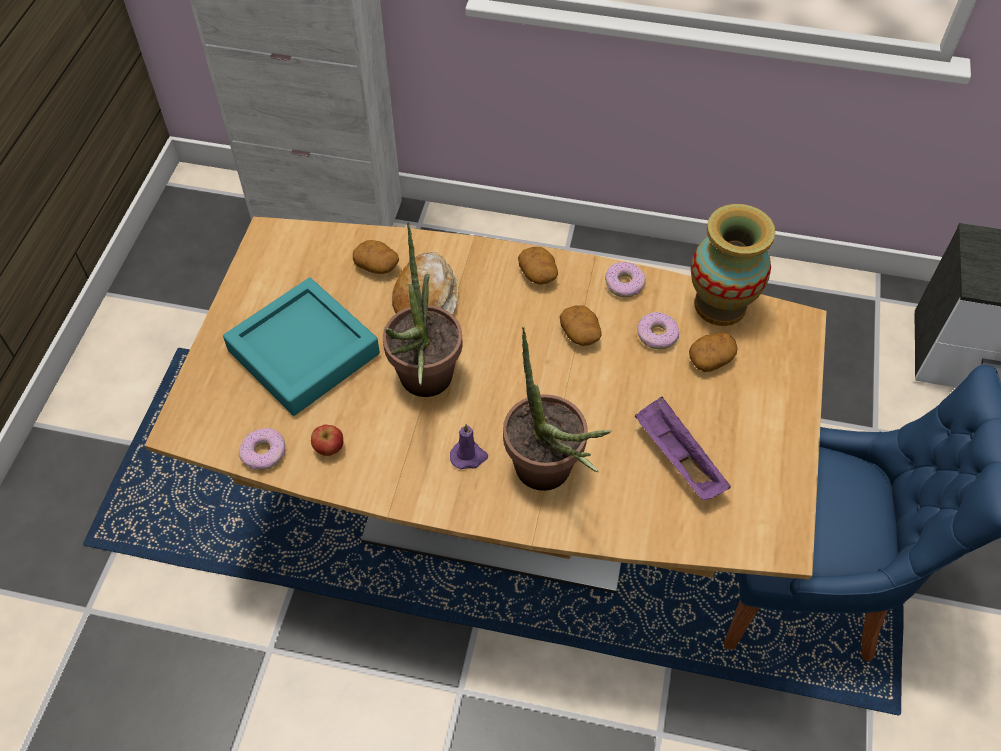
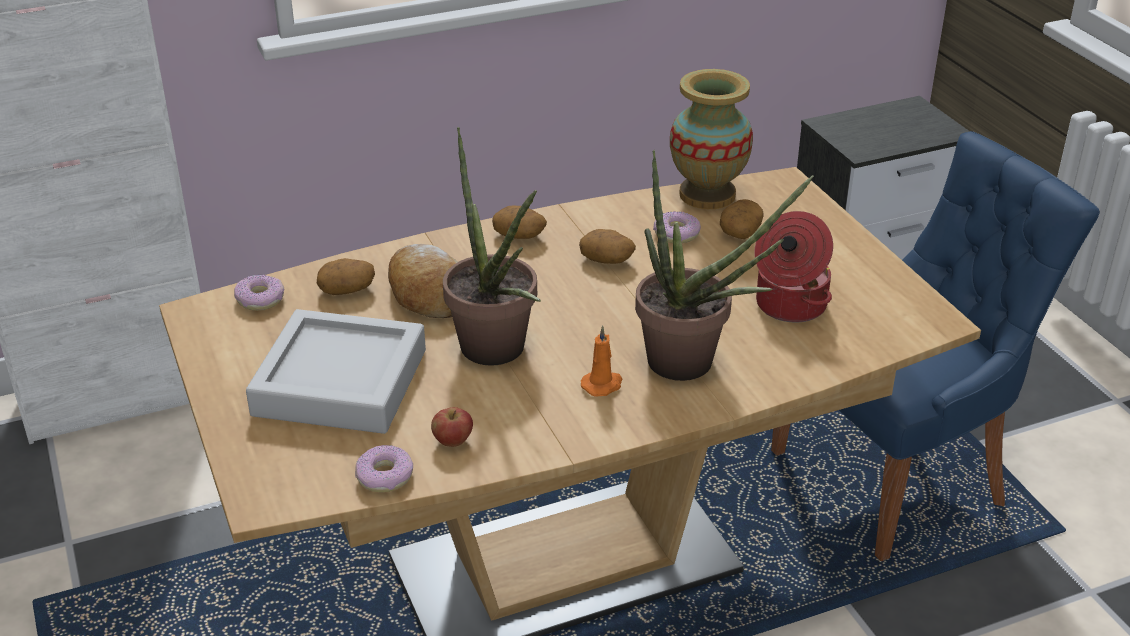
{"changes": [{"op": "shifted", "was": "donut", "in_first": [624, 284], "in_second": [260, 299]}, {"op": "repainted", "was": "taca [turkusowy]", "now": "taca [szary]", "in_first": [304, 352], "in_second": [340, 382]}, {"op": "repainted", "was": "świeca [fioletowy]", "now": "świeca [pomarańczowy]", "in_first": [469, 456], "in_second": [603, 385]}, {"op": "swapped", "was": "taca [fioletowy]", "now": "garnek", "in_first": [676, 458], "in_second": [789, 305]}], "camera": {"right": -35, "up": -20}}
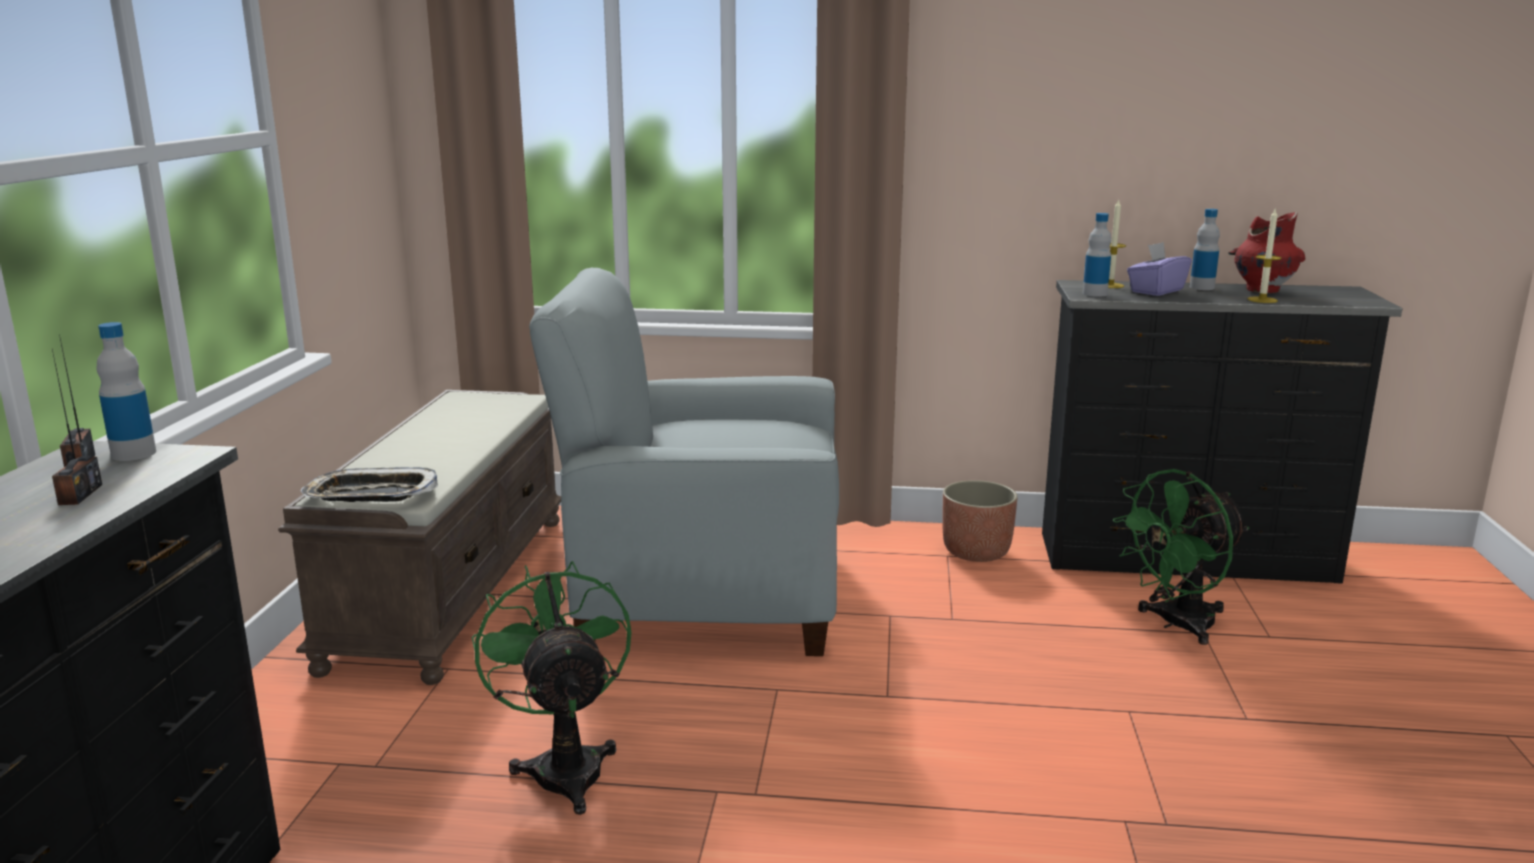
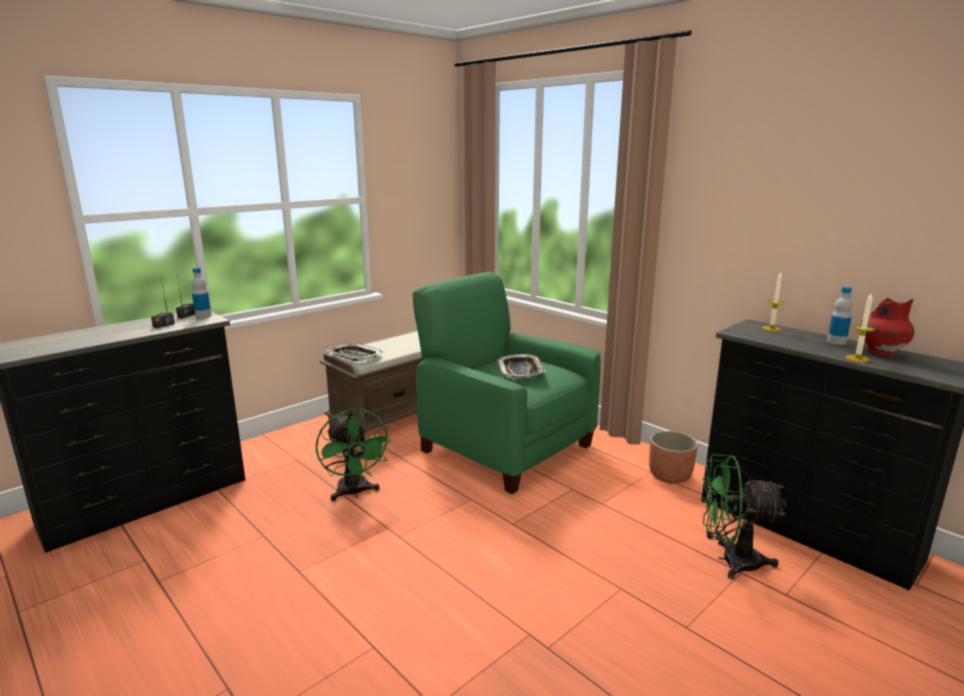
{"changes": [{"op": "rotated", "was": "wentylator [zielony]", "in_first": [565, 766], "in_second": [354, 492], "clockwise": 135}, {"op": "repainted", "was": "fotel [szary]", "now": "fotel [zielony]", "in_first": [704, 594], "in_second": [504, 447]}, {"op": "new", "now": "taca", "in_second": [521, 371]}, {"op": "gone", "was": "butelka", "in_first": [1094, 294]}, {"op": "gone", "was": "pudełko chusteczek [fioletowy]", "in_first": [1156, 291]}], "camera": {"right": 40, "up": 0}}
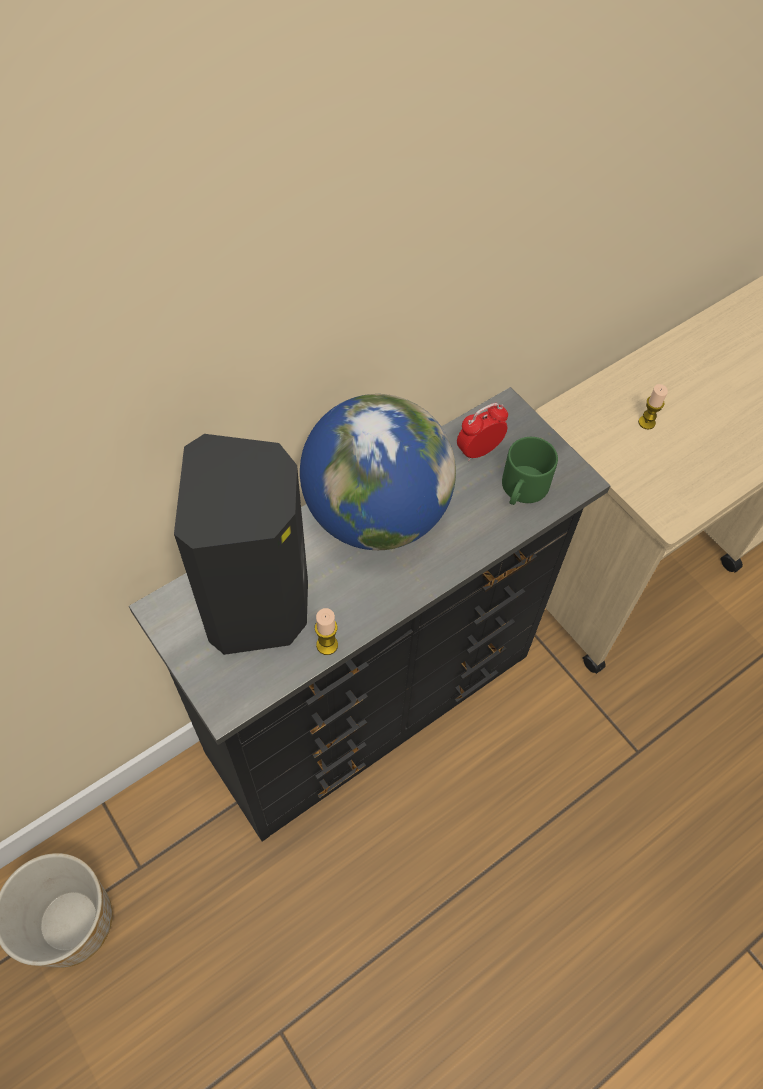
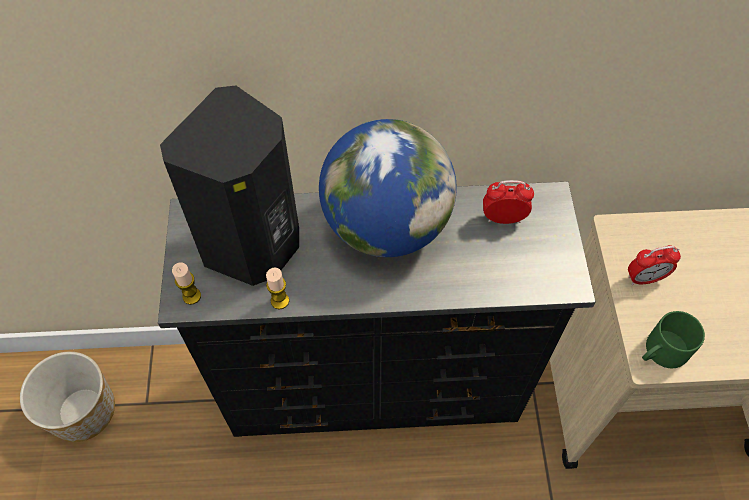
{"changes": [{"op": "shifted", "was": "świeca", "in_first": [646, 422], "in_second": [191, 296]}, {"op": "new", "now": "budzik", "in_second": [644, 278]}, {"op": "shifted", "was": "kubek [zielony]", "in_first": [523, 490], "in_second": [661, 353]}], "camera": {"right": 35, "up": 0}}
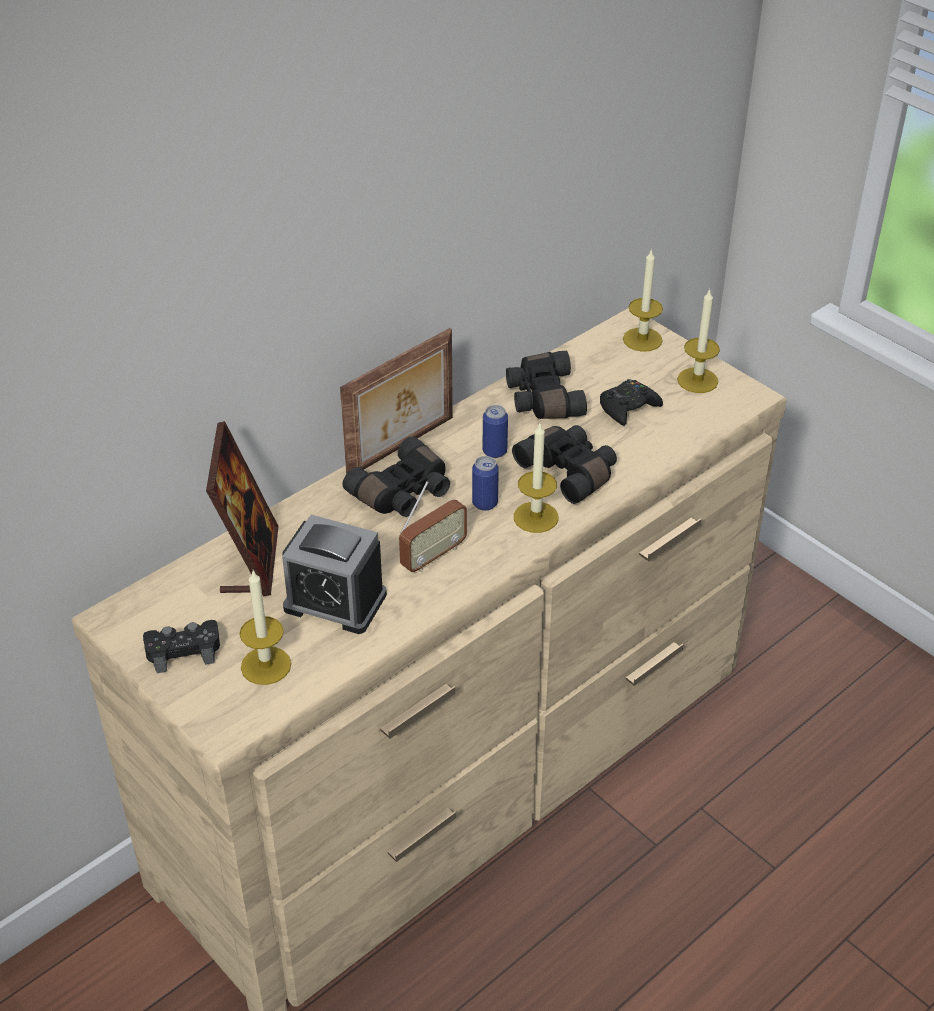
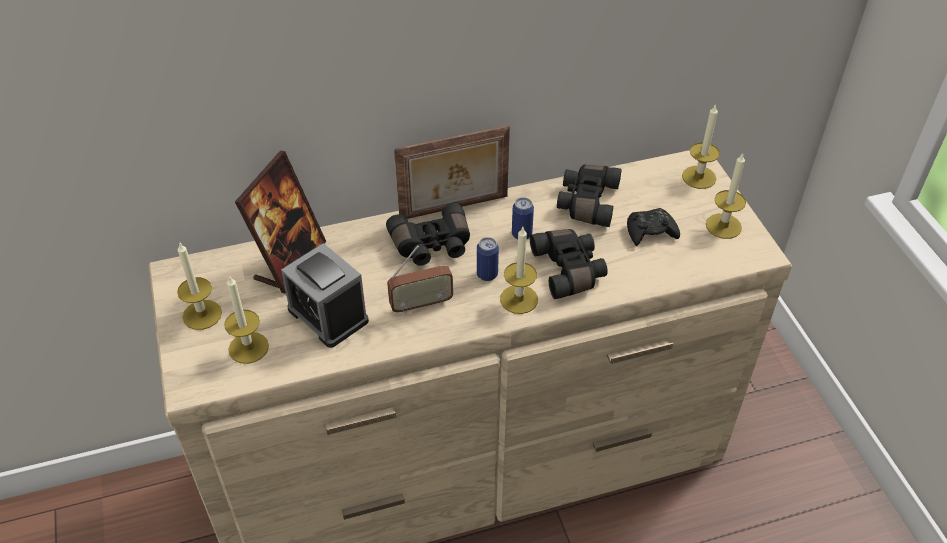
{"changes": [{"op": "swapped", "was": "pad do gier [czarny]", "now": "świeca", "in_first": [183, 650], "in_second": [202, 315]}], "camera": {"right": 25, "up": 5}}
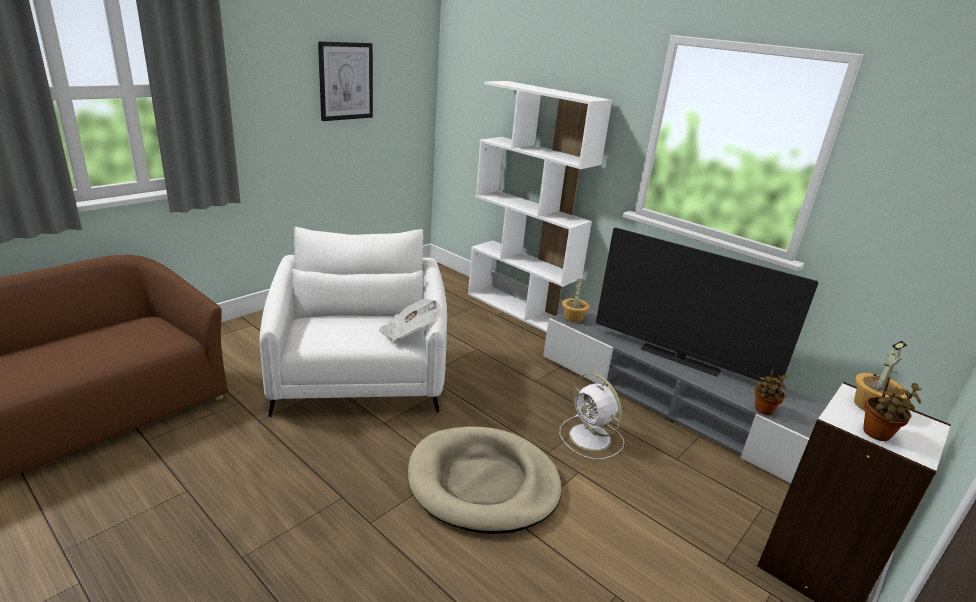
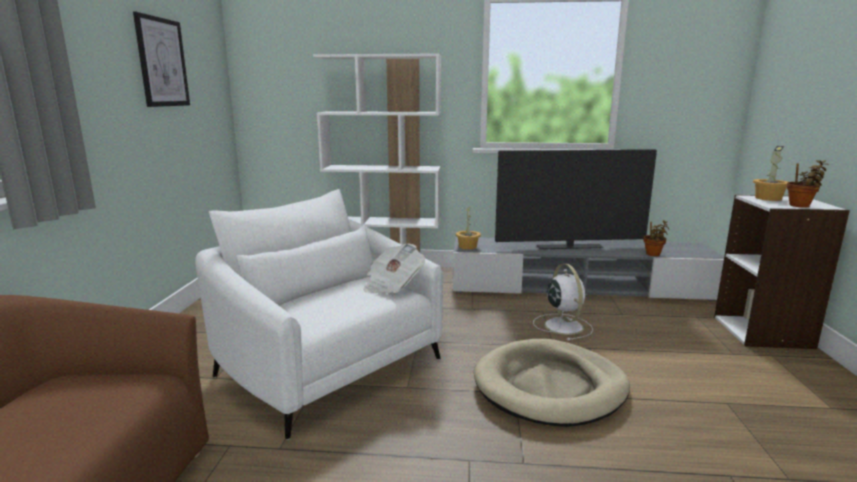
{"changes": [{"op": "rotated", "was": "wentylator [biały]", "in_first": [591, 438], "in_second": [562, 325], "clockwise": -120}], "camera": {"right": -35, "up": -10}}
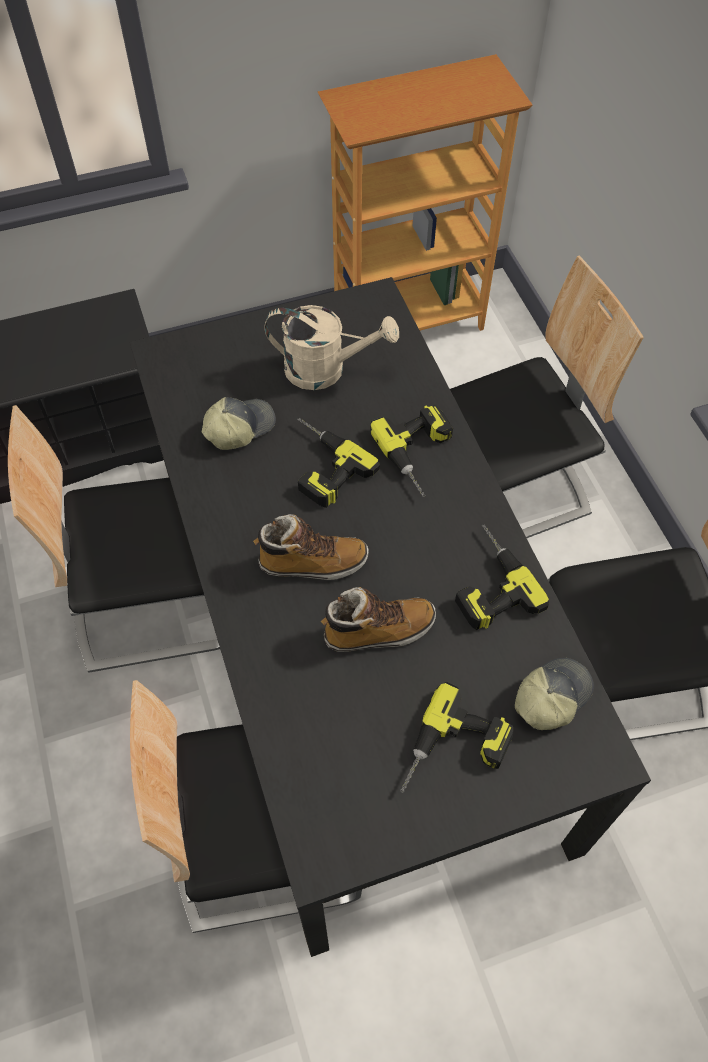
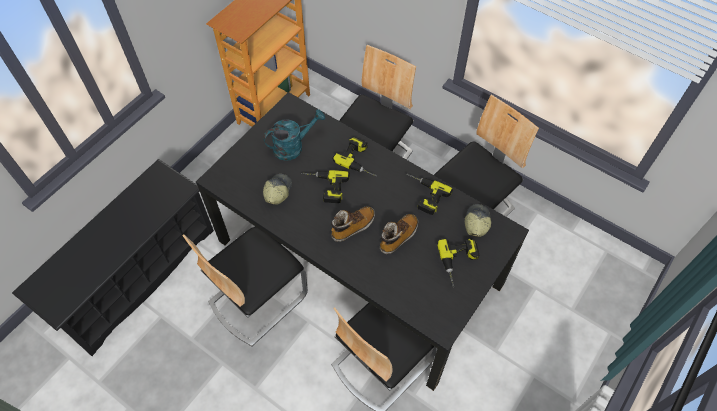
{"changes": [{"op": "repainted", "was": "konewka [beżowy]", "now": "konewka [turkusowy]", "in_first": [326, 369], "in_second": [293, 146]}], "camera": {"right": -35, "up": 0}}
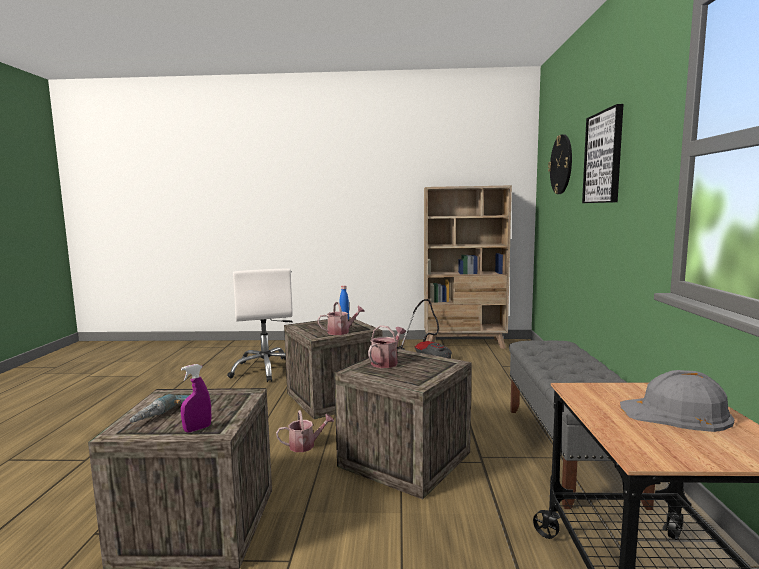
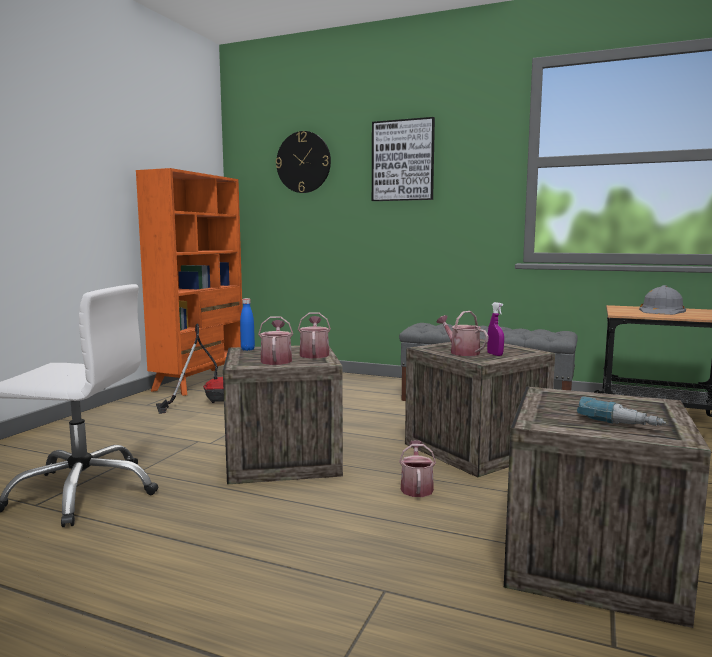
{"changes": [{"op": "repainted", "was": "regał [beżowy]", "now": "regał [pomarańczowy]", "in_first": [465, 344], "in_second": [200, 381]}, {"op": "new", "now": "konewka", "in_second": [276, 360]}, {"op": "shifted", "was": "spryskiwacz [fioletowy]", "in_first": [197, 429], "in_second": [495, 354]}], "camera": {"right": -70, "up": 0}}
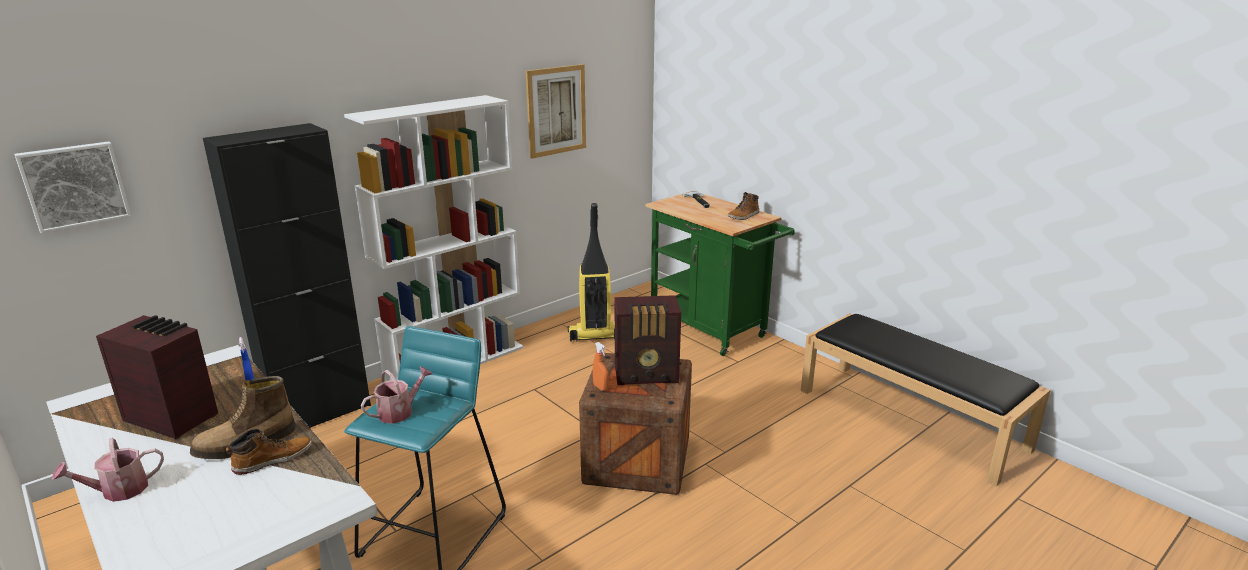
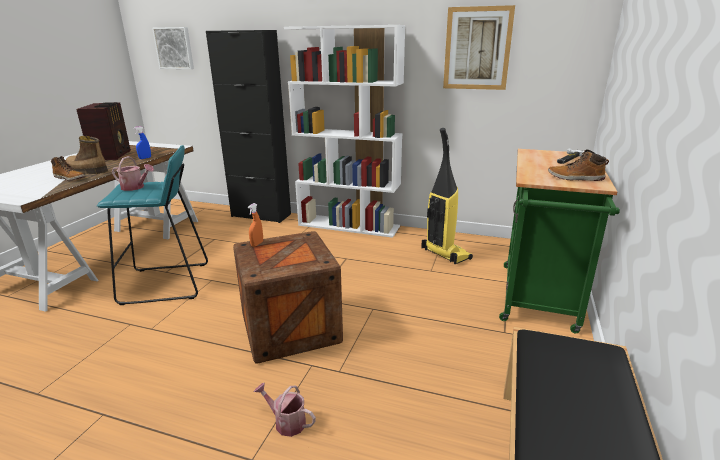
{"changes": [{"op": "shifted", "was": "konewka", "in_first": [118, 491], "in_second": [286, 422]}, {"op": "gone", "was": "radio", "in_first": [647, 375]}], "camera": {"right": 60, "up": 0}}
